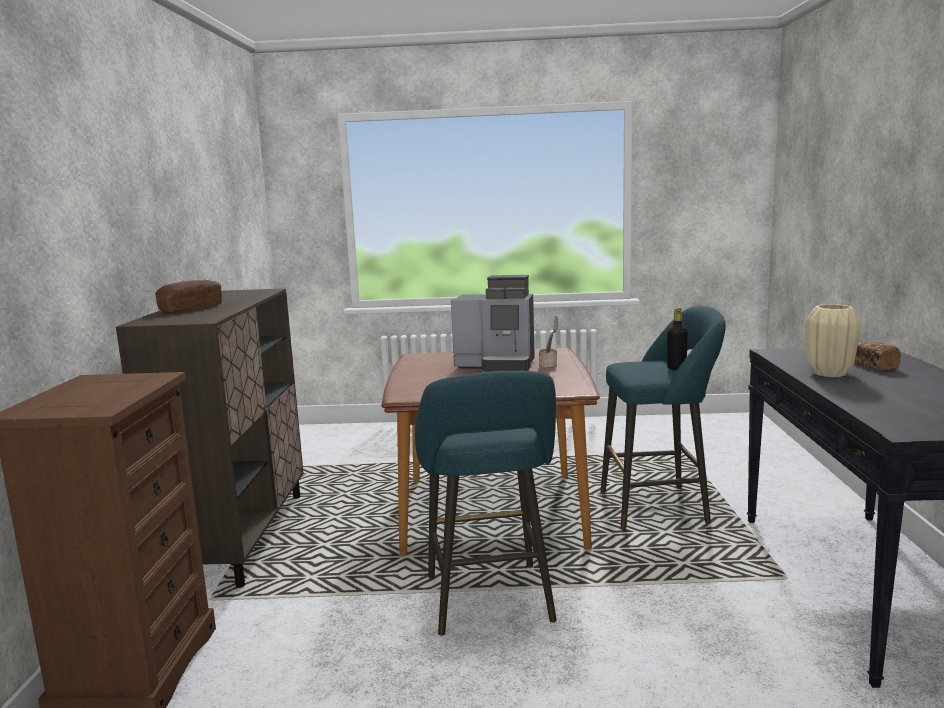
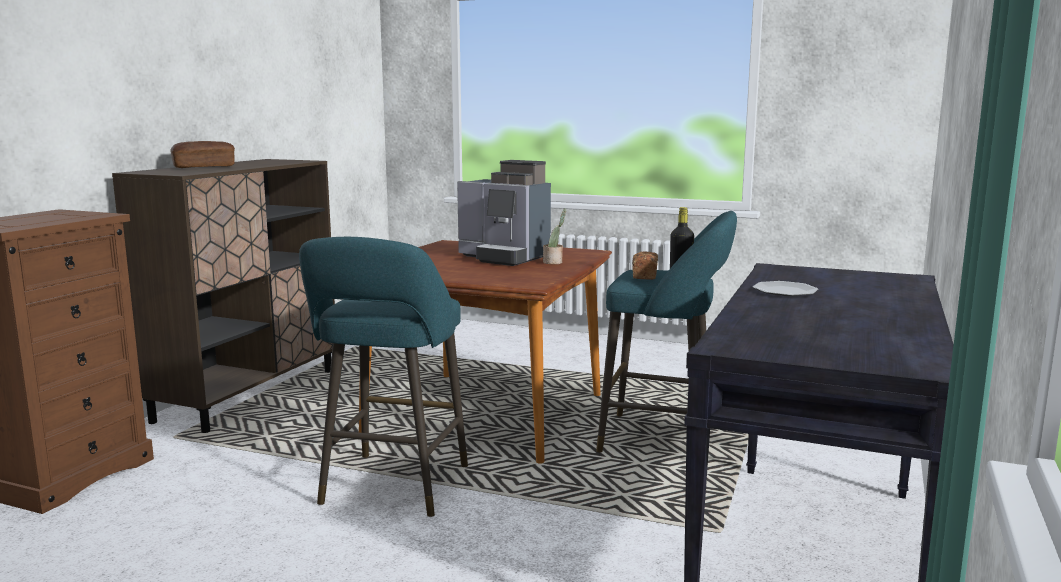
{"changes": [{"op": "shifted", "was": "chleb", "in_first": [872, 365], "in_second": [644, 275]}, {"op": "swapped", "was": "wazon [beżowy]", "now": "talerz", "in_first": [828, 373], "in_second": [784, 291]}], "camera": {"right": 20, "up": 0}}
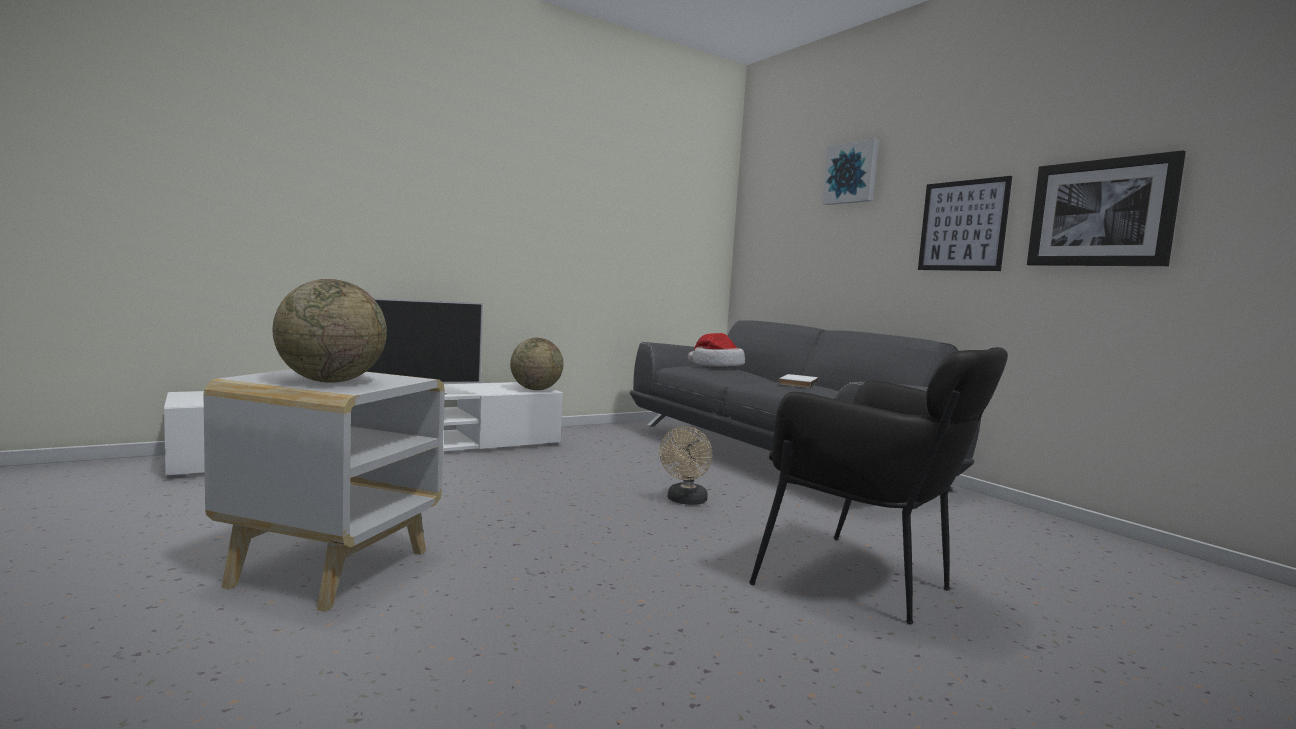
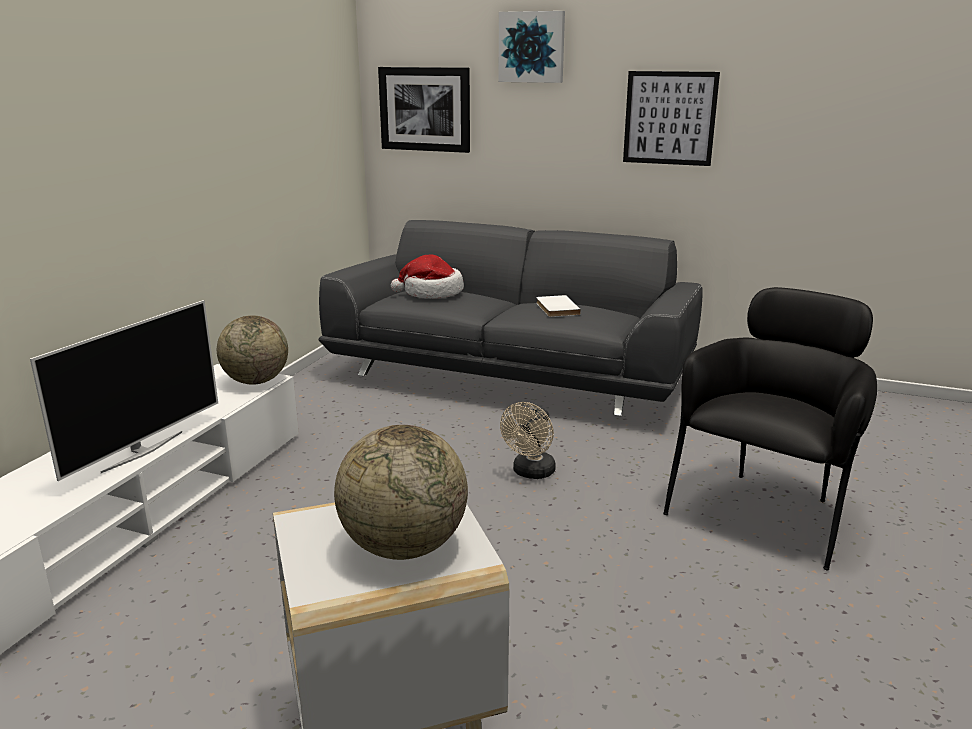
{"changes": [{"op": "shifted", "was": "obraz", "in_first": [1101, 213], "in_second": [425, 109]}, {"op": "rotated", "was": "wentylator [beżowy]", "in_first": [685, 501], "in_second": [531, 473], "clockwise": 45}, {"op": "rotated", "was": "fotel [czarny]", "in_first": [867, 584], "in_second": [764, 510], "clockwise": -60}], "camera": {"right": -35, "up": 15}}
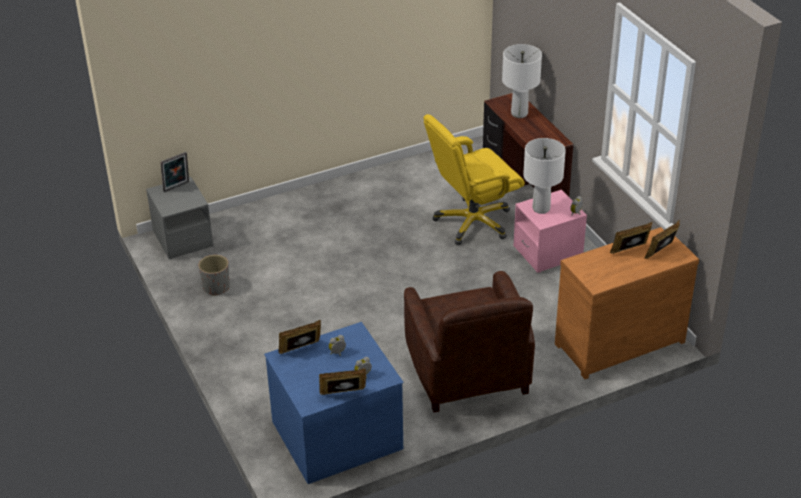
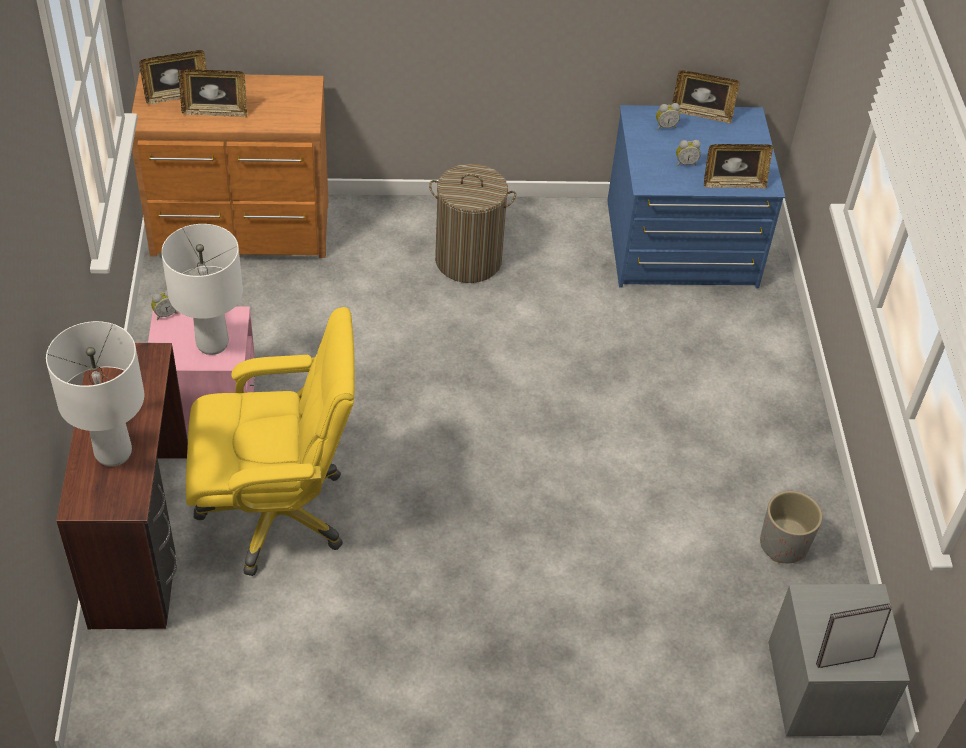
{"changes": [{"op": "swapped", "was": "fotel [brązowy]", "now": "kosz na pranie", "in_first": [468, 373], "in_second": [468, 260]}], "camera": {"right": -160, "up": 10}}
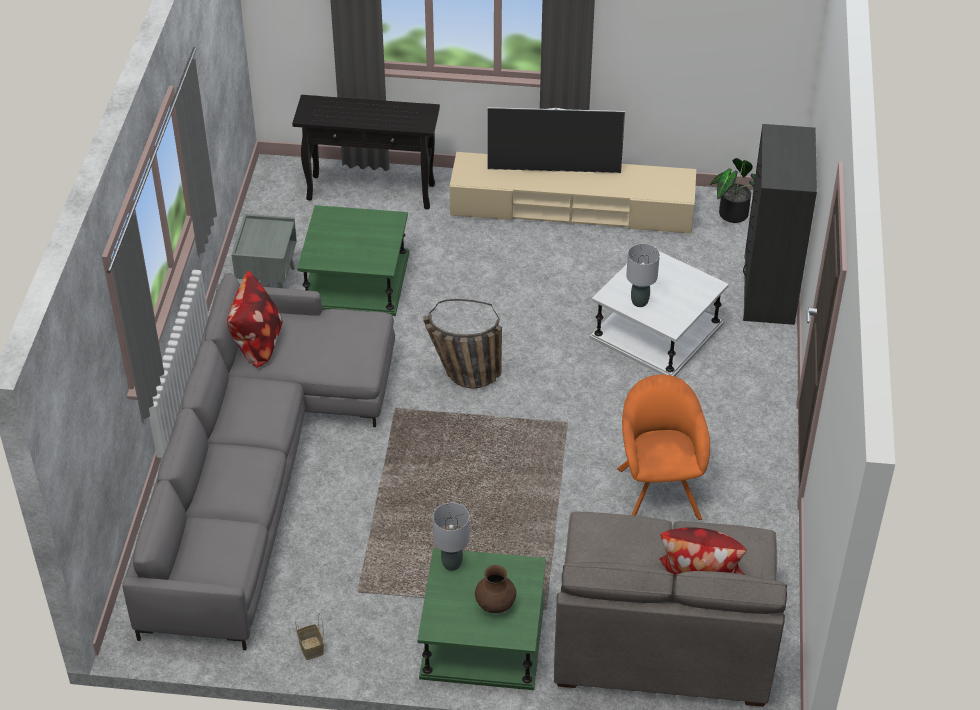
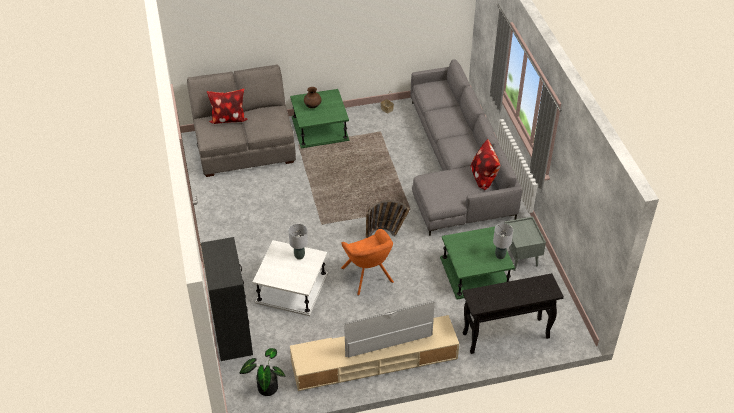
{"changes": [{"op": "shifted", "was": "fotel [pomarańczowy]", "in_first": [658, 489], "in_second": [368, 277]}, {"op": "shifted", "was": "lampa stołowa [szary]", "in_first": [452, 563], "in_second": [500, 256]}], "camera": {"right": 160, "up": 0}}
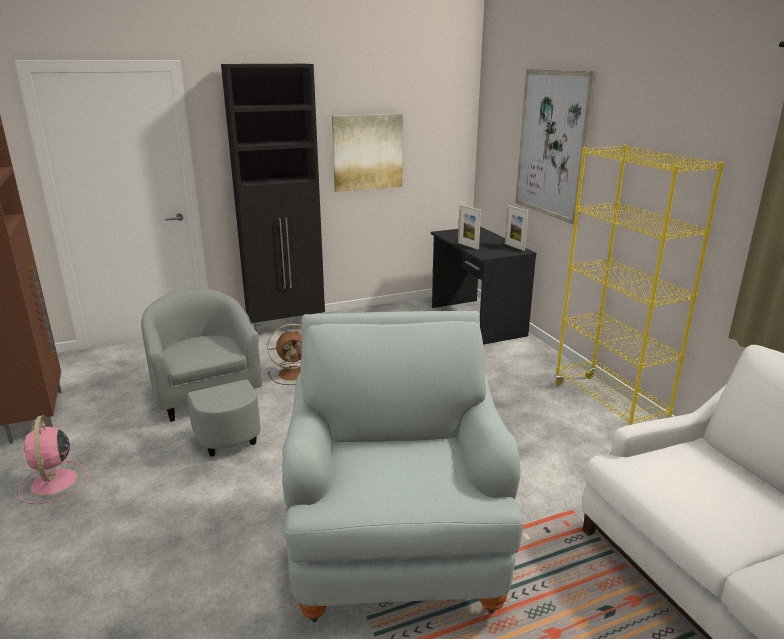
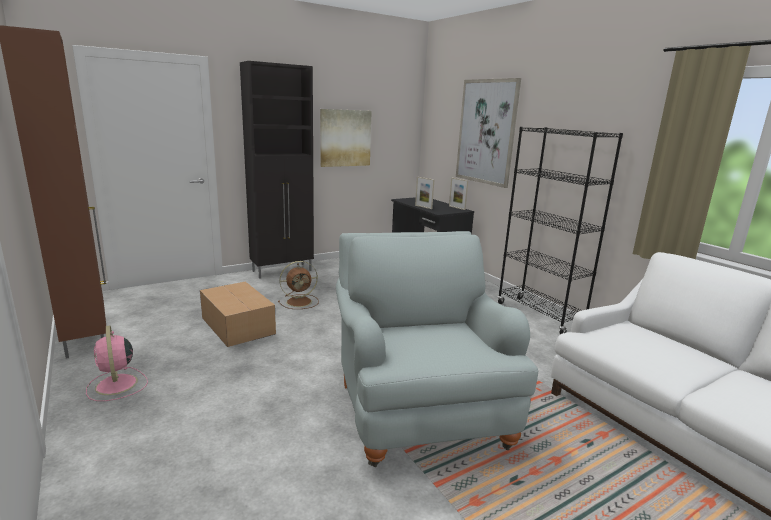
{"changes": [{"op": "swapped", "was": "fotel [szary]", "now": "karton", "in_first": [211, 405], "in_second": [238, 325]}, {"op": "repainted", "was": "regał [żółty]", "now": "regał [czarny]", "in_first": [608, 406], "in_second": [539, 315]}], "camera": {"right": -10, "up": -5}}
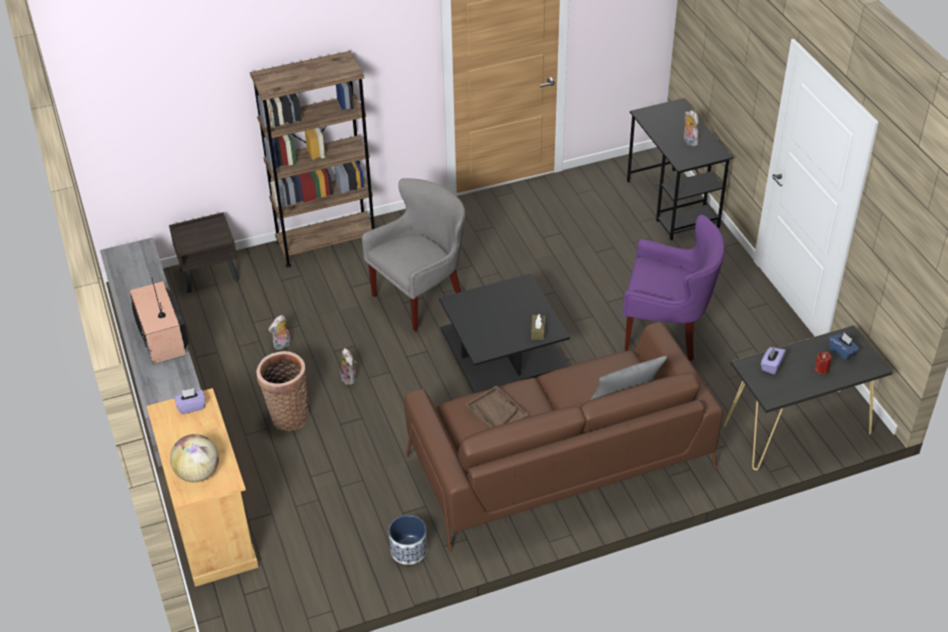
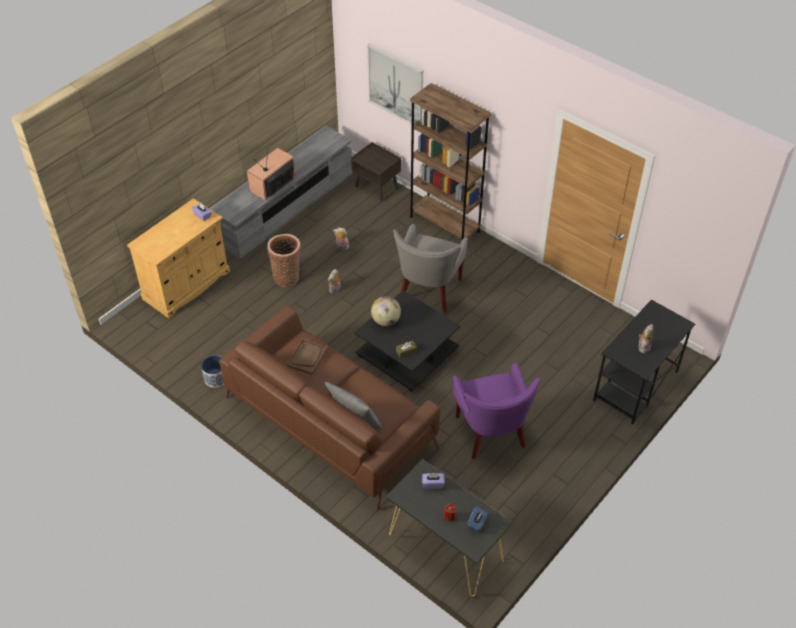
{"changes": [{"op": "new", "now": "obraz", "in_second": [396, 85]}, {"op": "shifted", "was": "globus", "in_first": [198, 473], "in_second": [386, 321]}, {"op": "rotated", "was": "fotel [szary]", "in_first": [421, 298], "in_second": [428, 291], "clockwise": 90}], "camera": {"right": 60, "up": 5}}
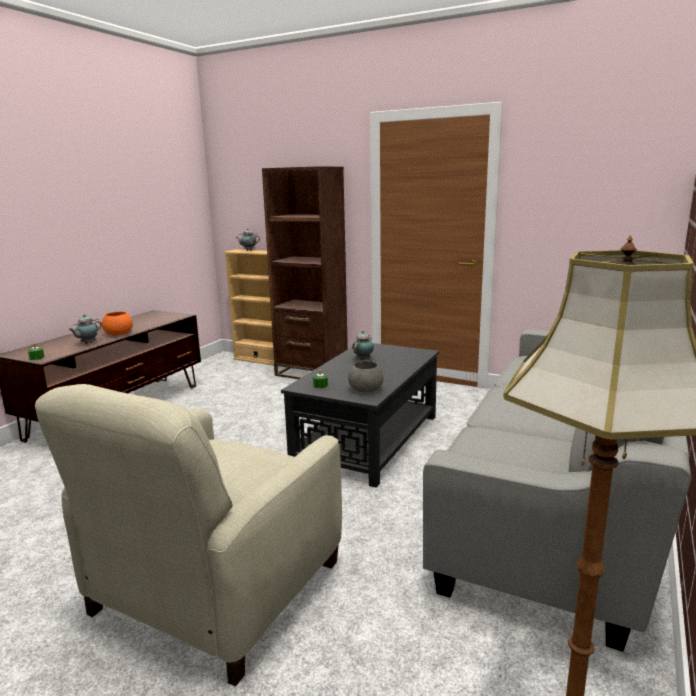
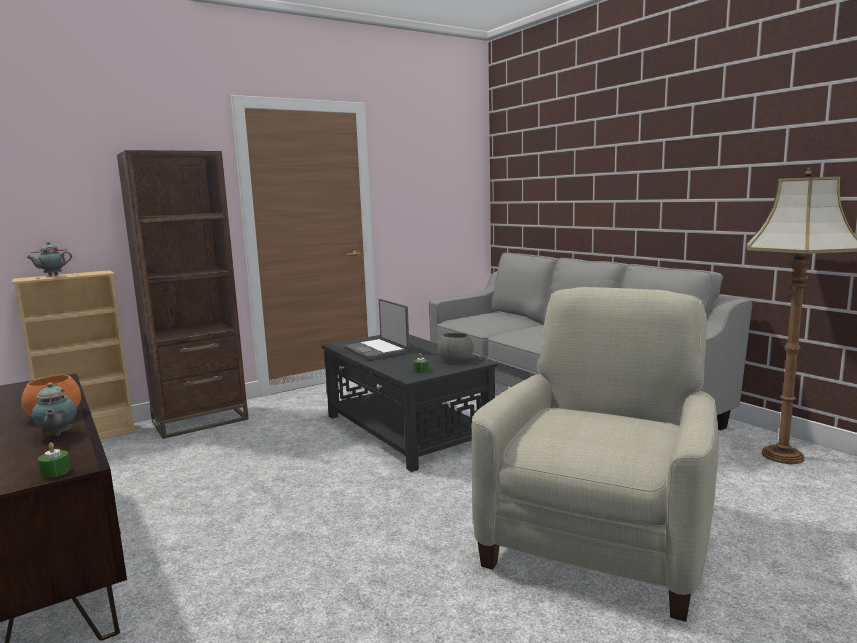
{"changes": [{"op": "swapped", "was": "imbryk", "now": "laptop", "in_first": [364, 359], "in_second": [377, 350]}, {"op": "rotated", "was": "fotel [beżowy]", "in_first": [216, 589], "in_second": [599, 540], "clockwise": -120}], "camera": {"right": -60, "up": -5}}
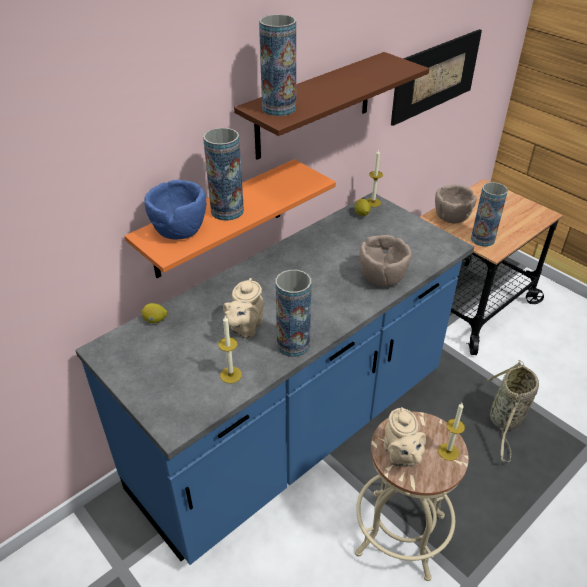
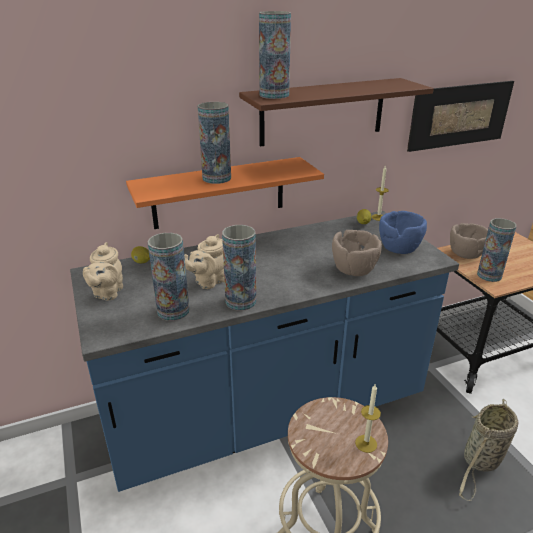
{"changes": [{"op": "shifted", "was": "imbryk [beżowy]", "in_first": [401, 455], "in_second": [107, 293]}, {"op": "swapped", "was": "świeca", "now": "wazon", "in_first": [230, 375], "in_second": [173, 311]}, {"op": "shifted", "was": "miska [niebieski]", "in_first": [179, 229], "in_second": [399, 247]}], "camera": {"right": 20, "up": -10}}
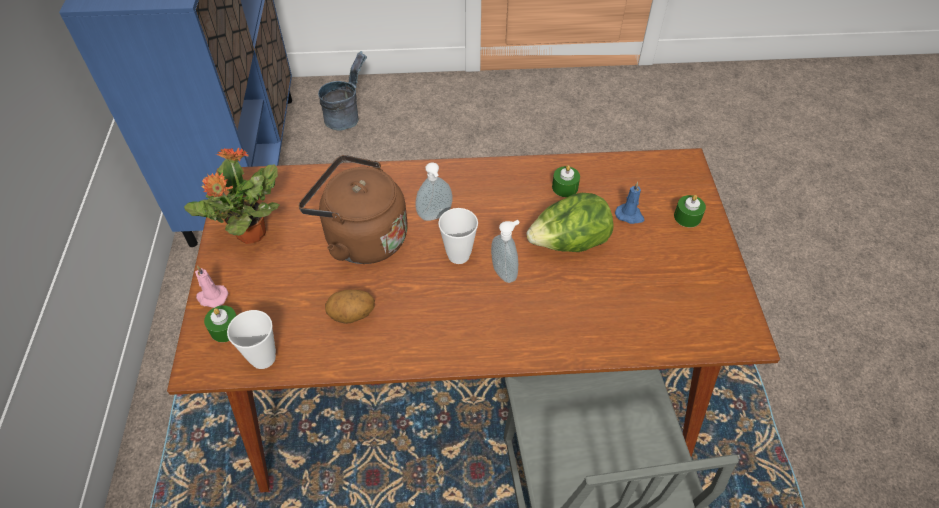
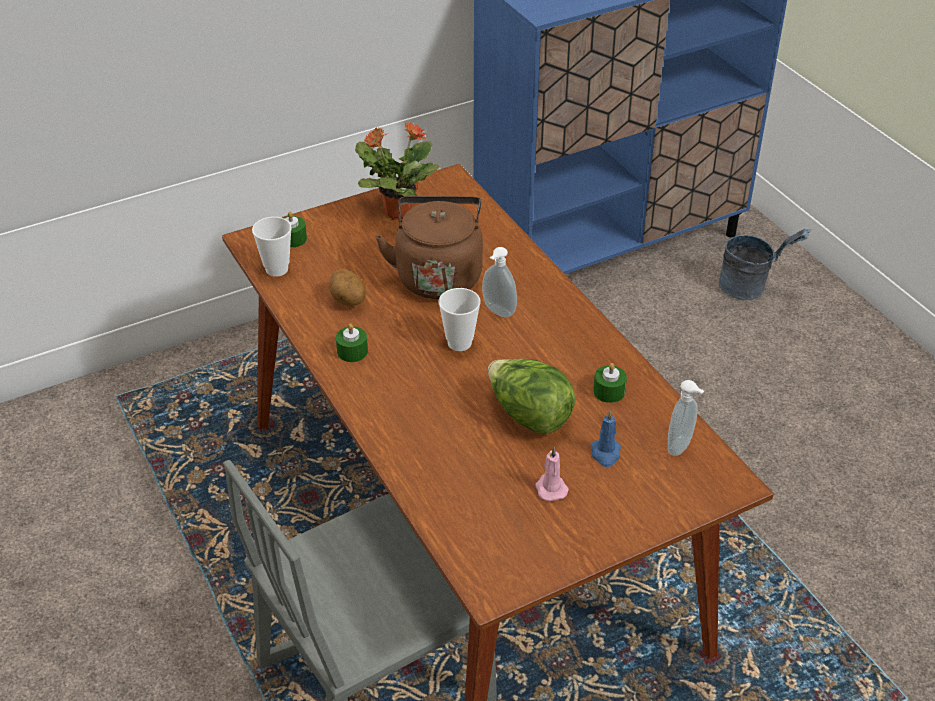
{"changes": [{"op": "shifted", "was": "świeca [zielony]", "in_first": [687, 217], "in_second": [352, 351]}, {"op": "shifted", "was": "świeca [różowy]", "in_first": [212, 297], "in_second": [550, 488]}, {"op": "shifted", "was": "dozownik mydła", "in_first": [505, 272], "in_second": [681, 447]}], "camera": {"right": 65, "up": -10}}
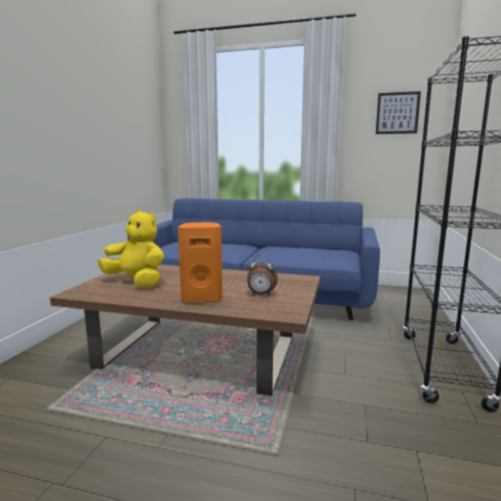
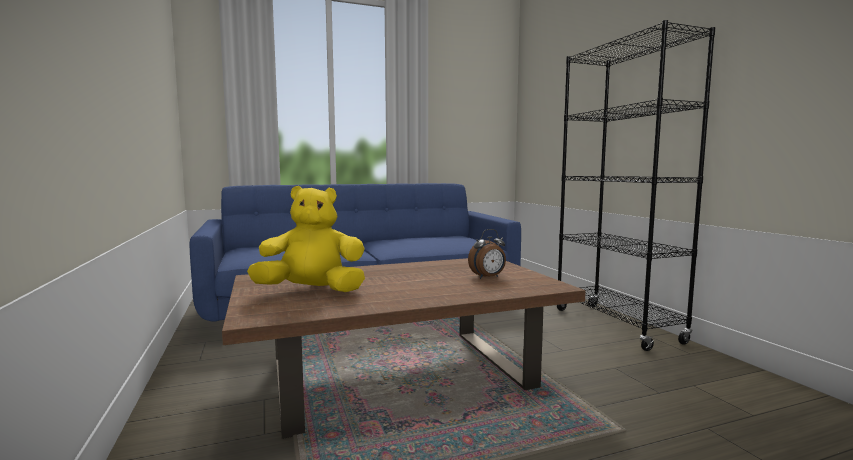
{"changes": [{"op": "gone", "was": "głośnik [pomarańczowy]", "in_first": [202, 297]}, {"op": "gone", "was": "obraz", "in_first": [397, 113]}], "camera": {"right": -35, "up": -5}}
